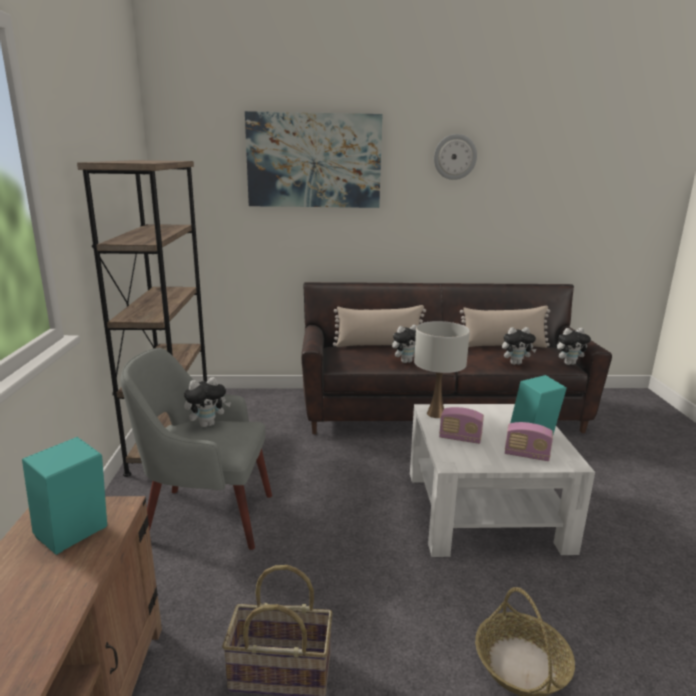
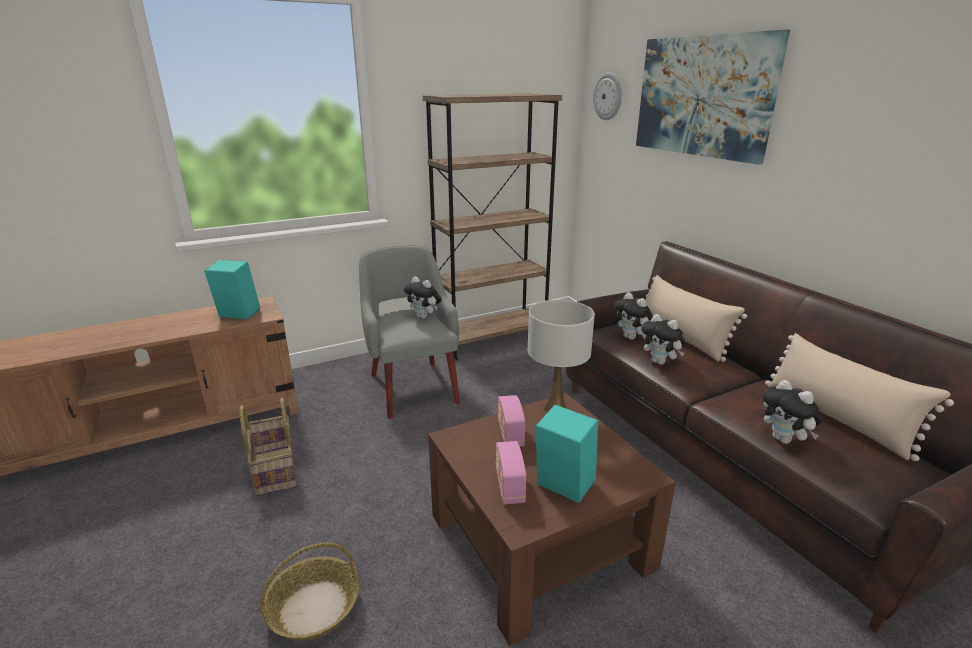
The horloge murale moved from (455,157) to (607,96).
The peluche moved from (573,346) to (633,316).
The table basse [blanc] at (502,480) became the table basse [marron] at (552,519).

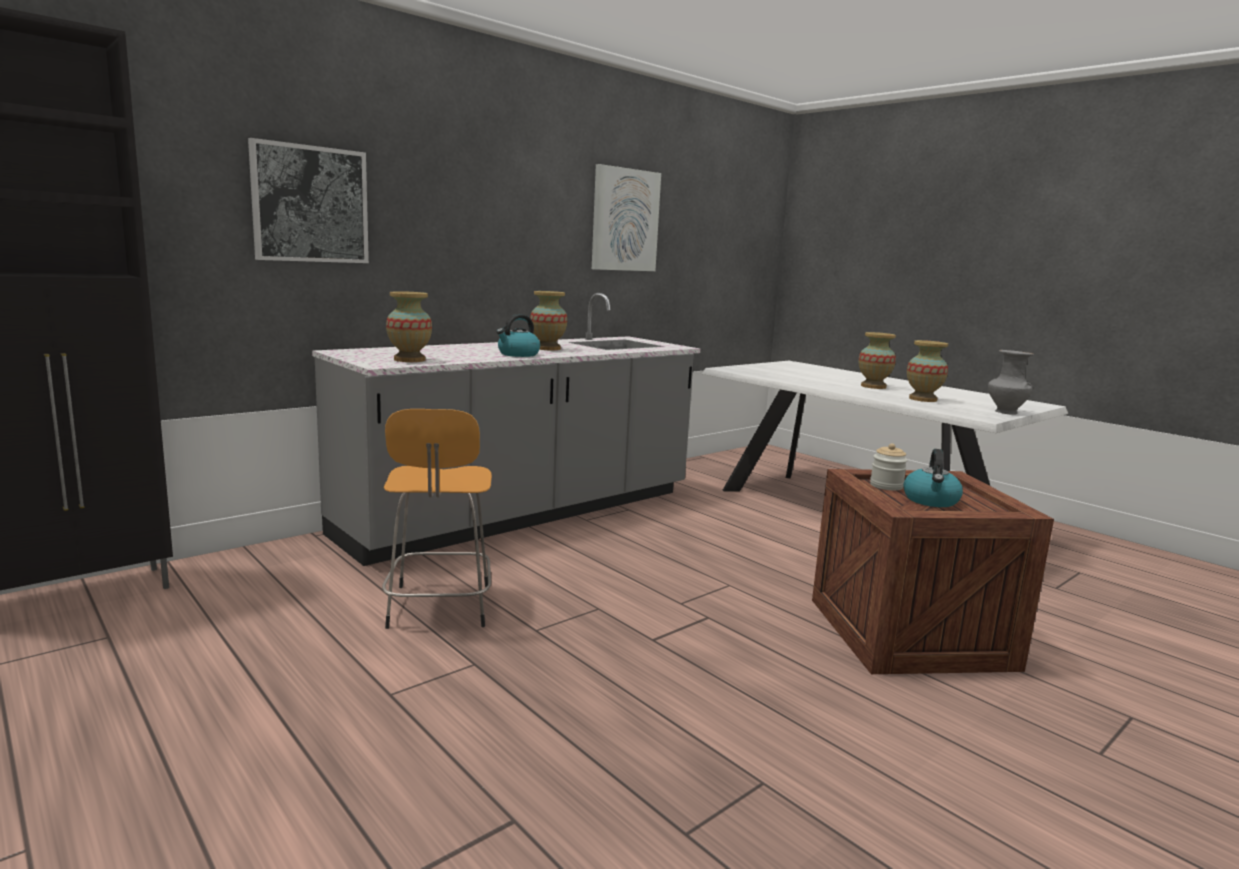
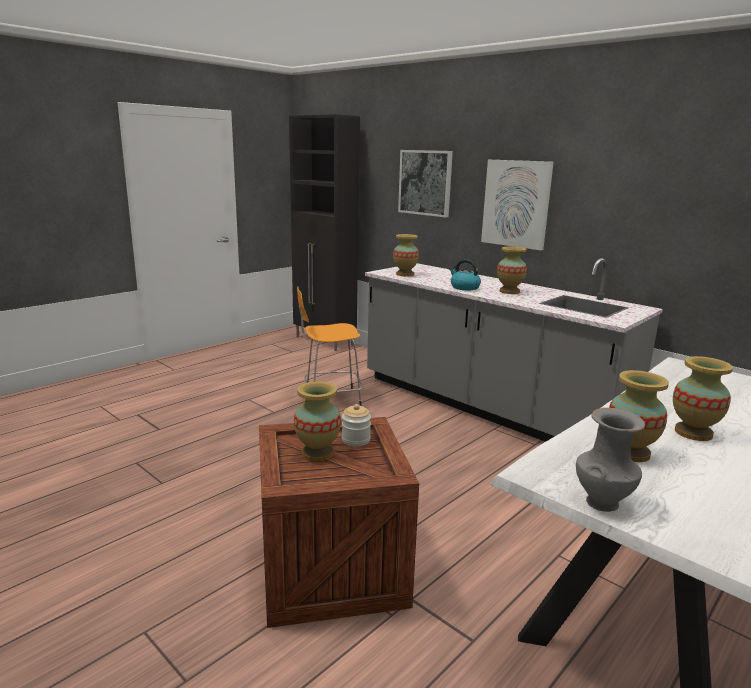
The tableau moved from (626,217) to (517,205).
The bouilloire at (933,478) was replaced by the vase at (317,422).

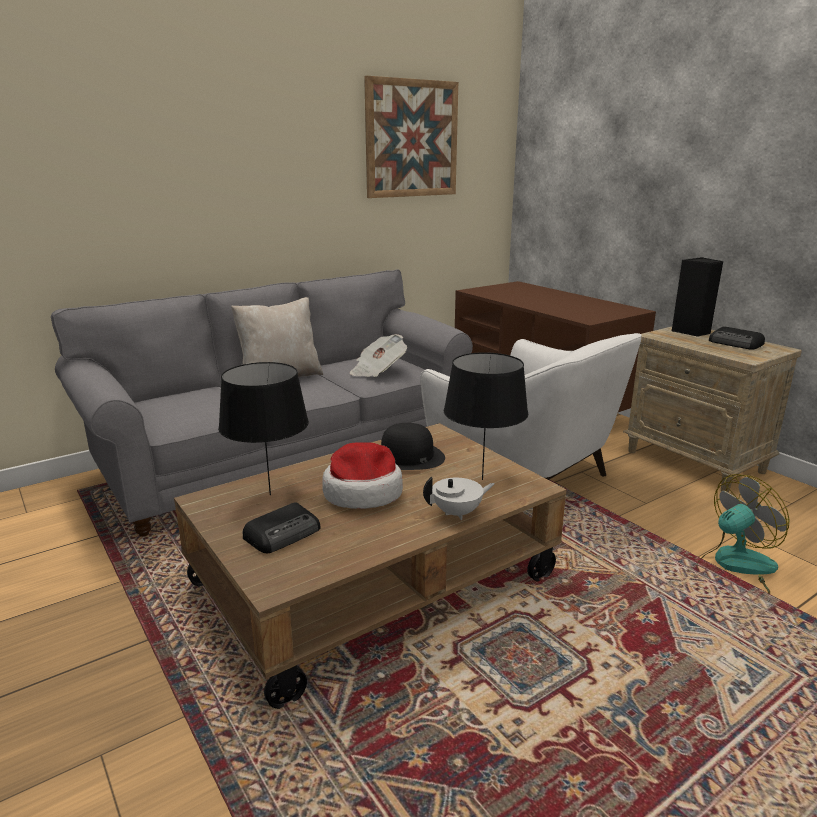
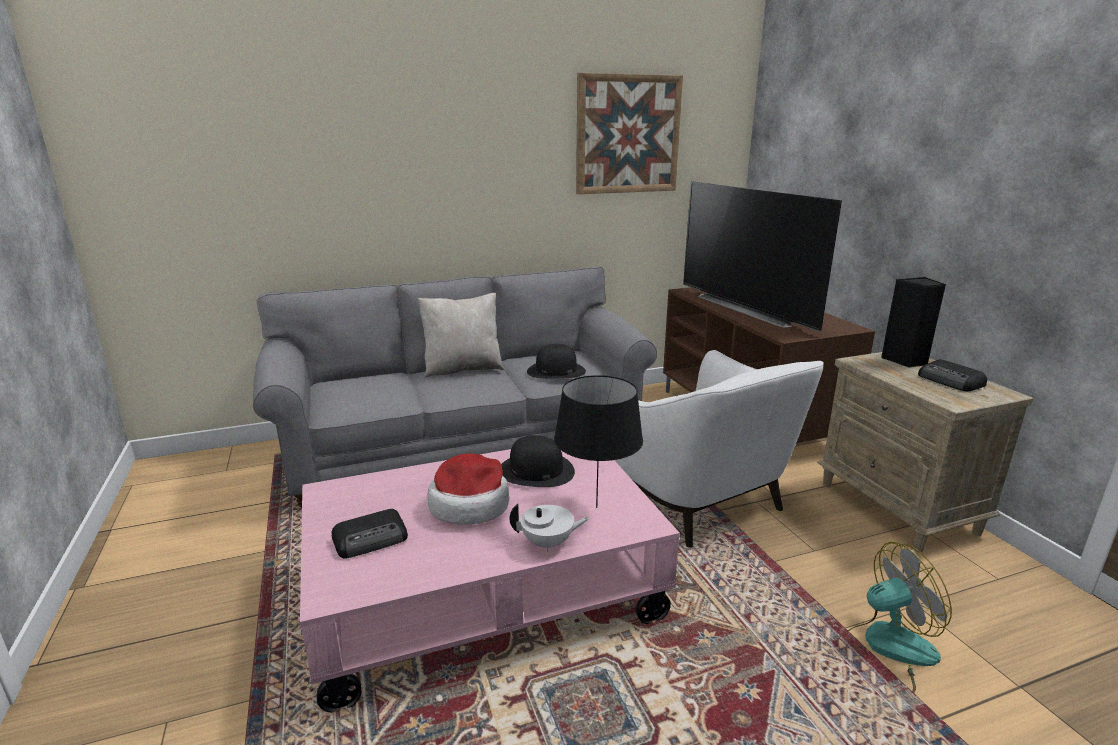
The journal at (378,355) was replaced by the chapeau [noir] at (556,361).
The lampe de table [noir] at (263,428) disappeared.
The table basse [marron] at (370,566) became the table basse [rose] at (490,581).
The téléviseur at (762,256) appeared.

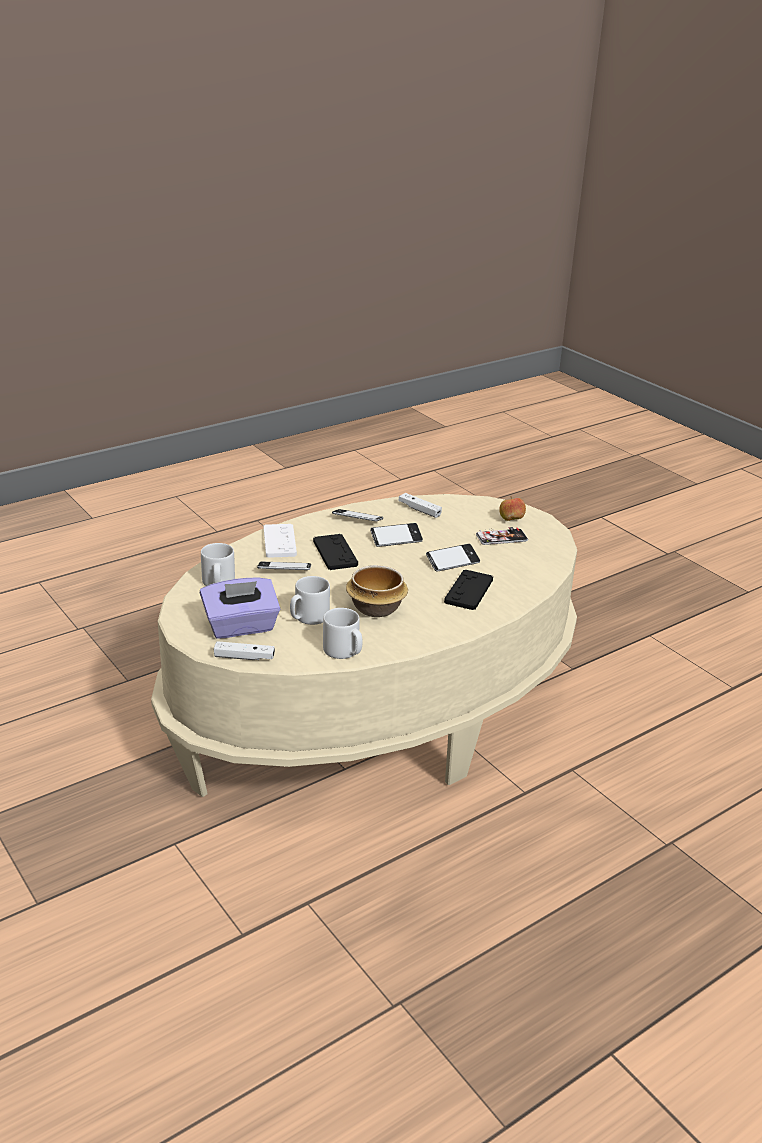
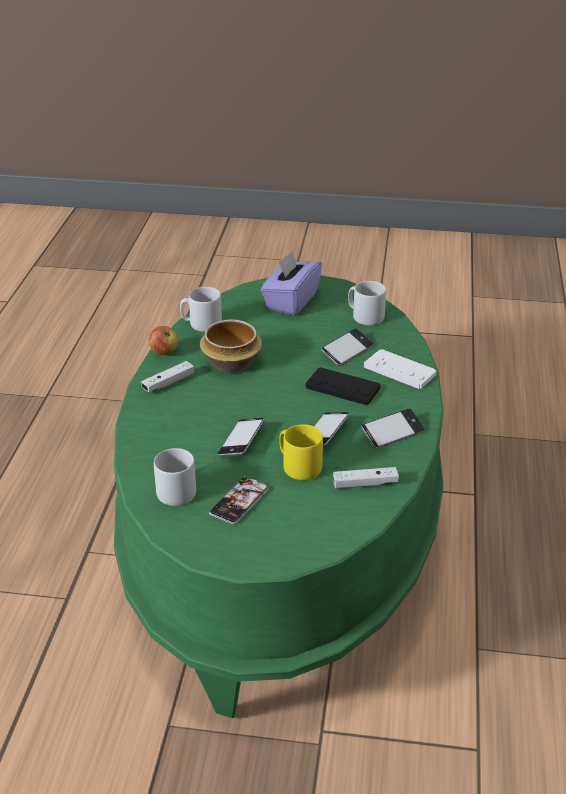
The table basse [beige] at (364,645) became the table basse [vert] at (278,496).
The pomme moved from (512,508) to (163,340).
The manette [noir] at (468,589) disappeared.
The mug [gris] moved from (310,600) to (175,477).
The manette [blanc] moved from (244,650) to (167,376).
The mug [jaune] at (301,452) appeared.

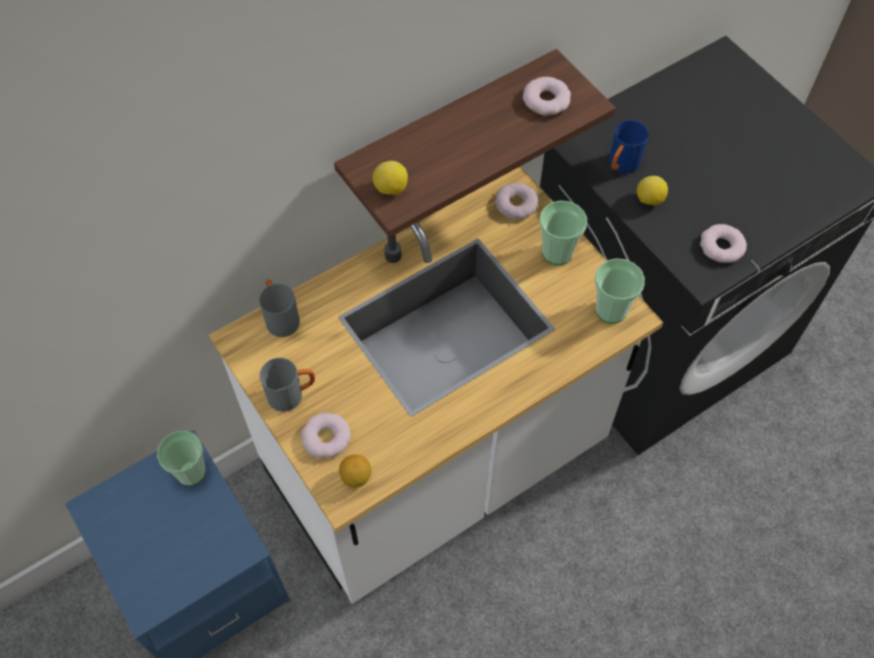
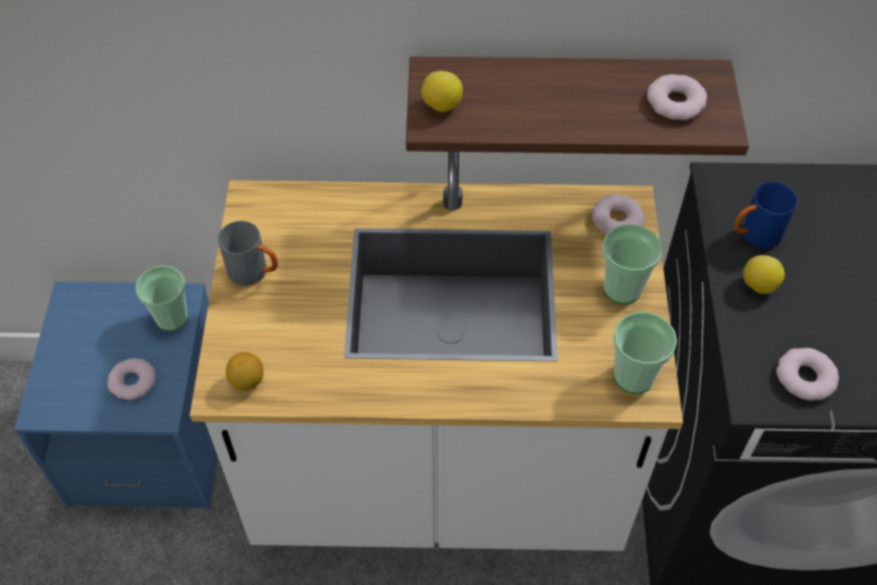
The mug [gris] at (279,308) disappeared.
The beignet moved from (326,435) to (131,379).

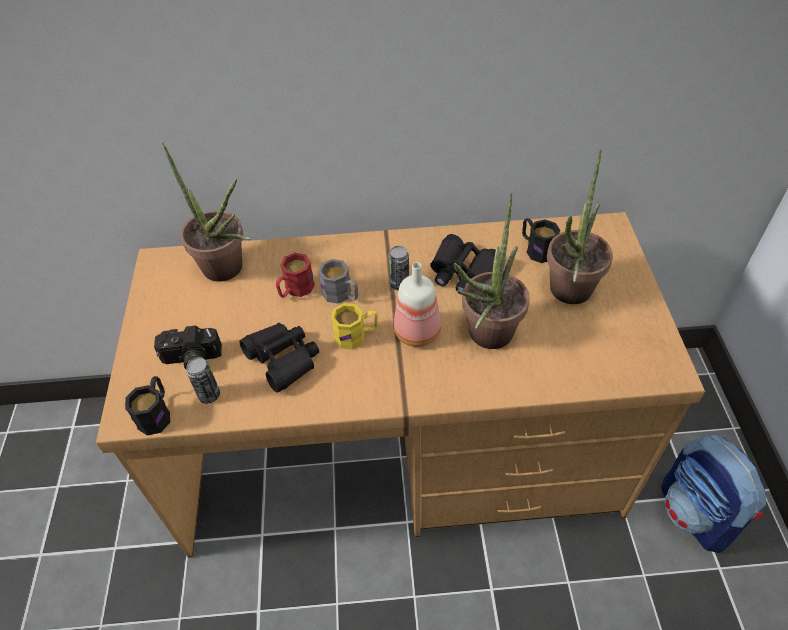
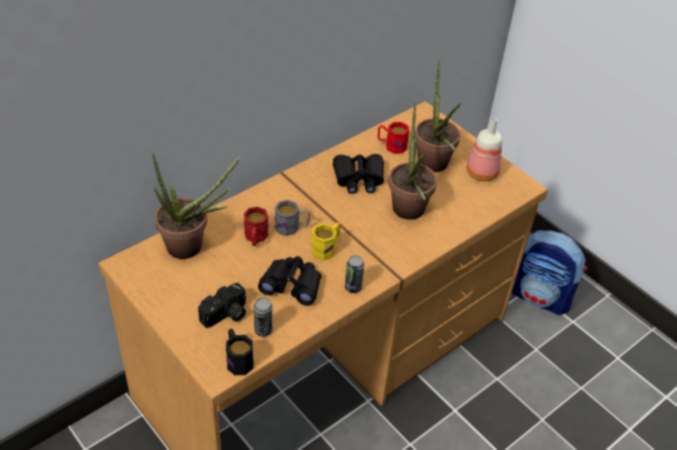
The mug [noir] at (541,240) became the mug [rouge] at (394,138).
The boîte métallique moved from (399,268) to (354,274).
The bouteille moved from (417,304) to (484,149).

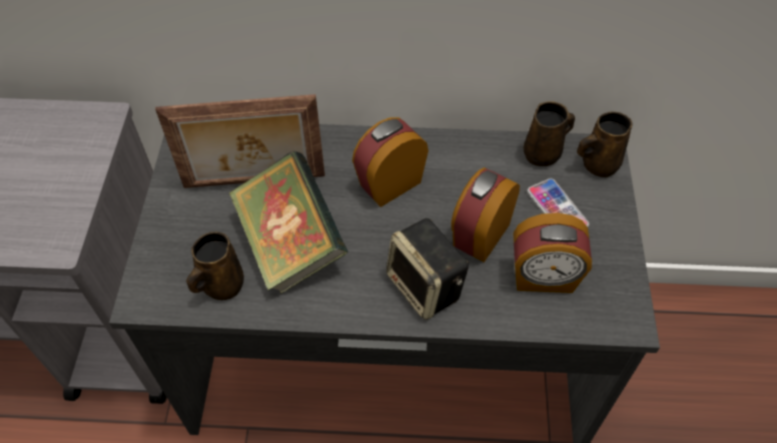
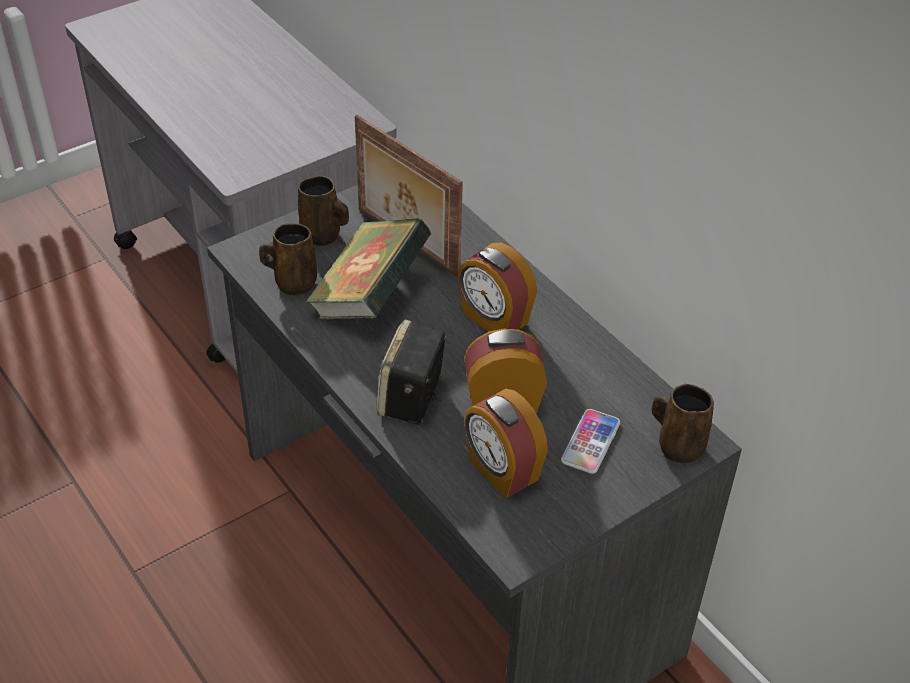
The mug [marron] moved from (549,133) to (323,210).
The réveil at (390,162) turned 150 degrees counterclockwise.

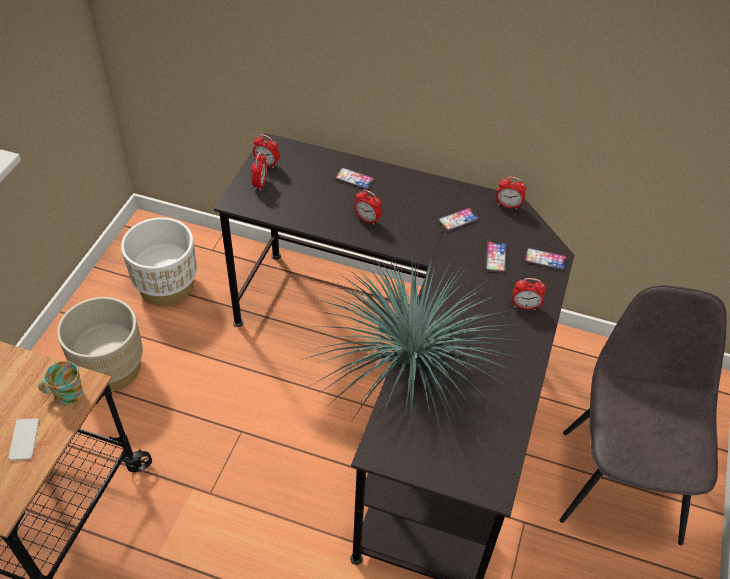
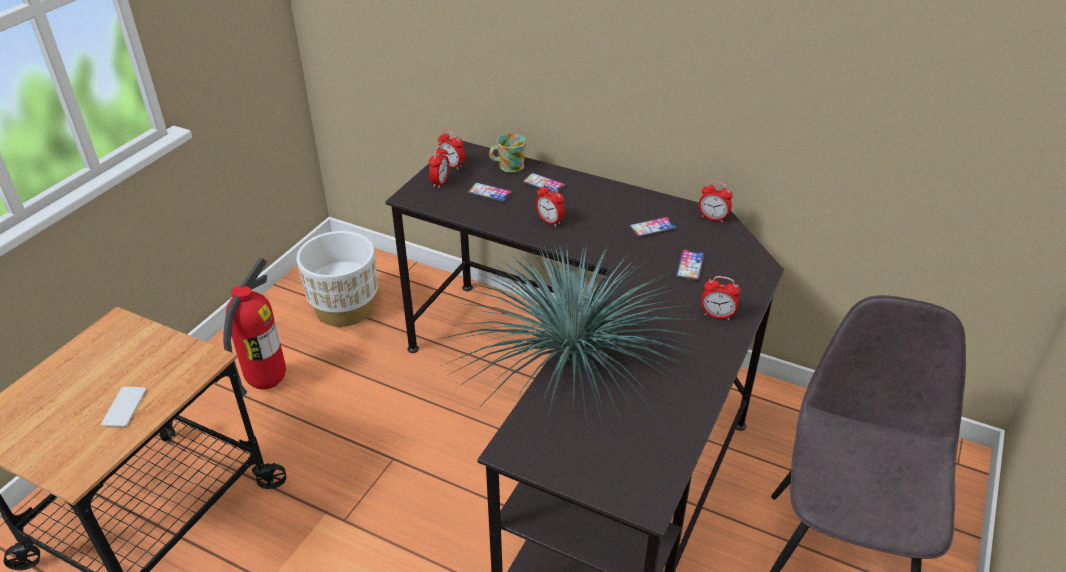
The téléphone moved from (546,259) to (490,192).
The cache-pot [beige] at (100,344) was replaced by the extincteur at (254,327).
The mug moved from (60,383) to (507,153).

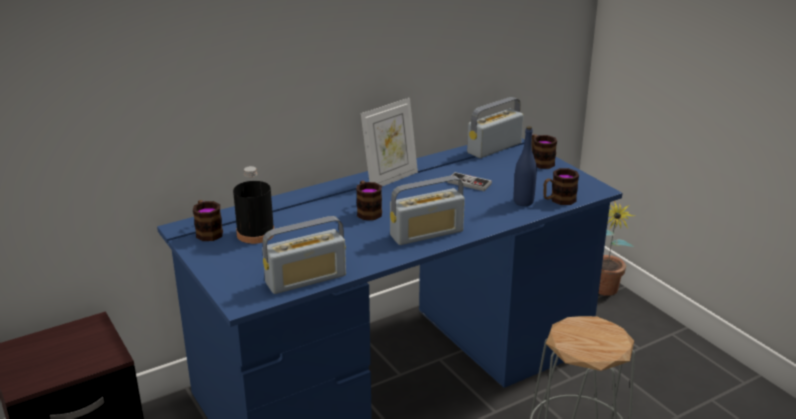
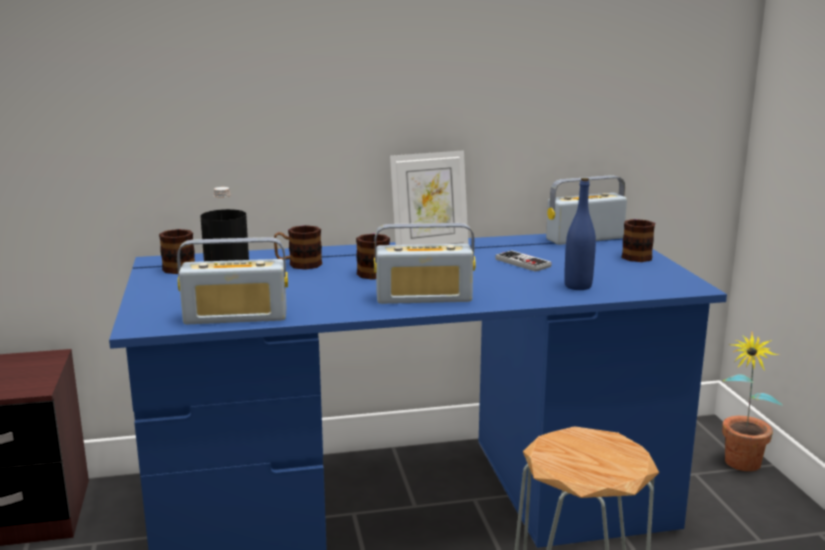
The mug moved from (561,186) to (298,247).

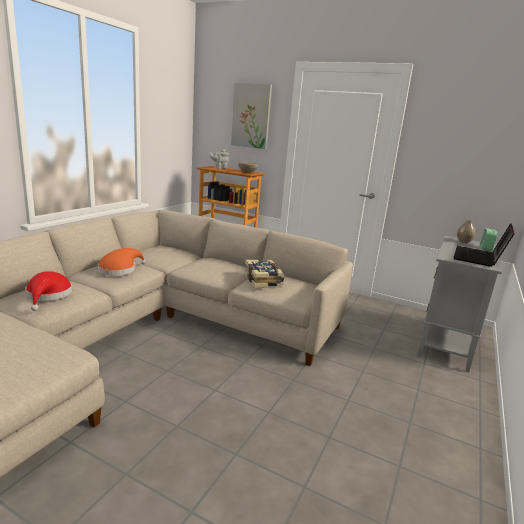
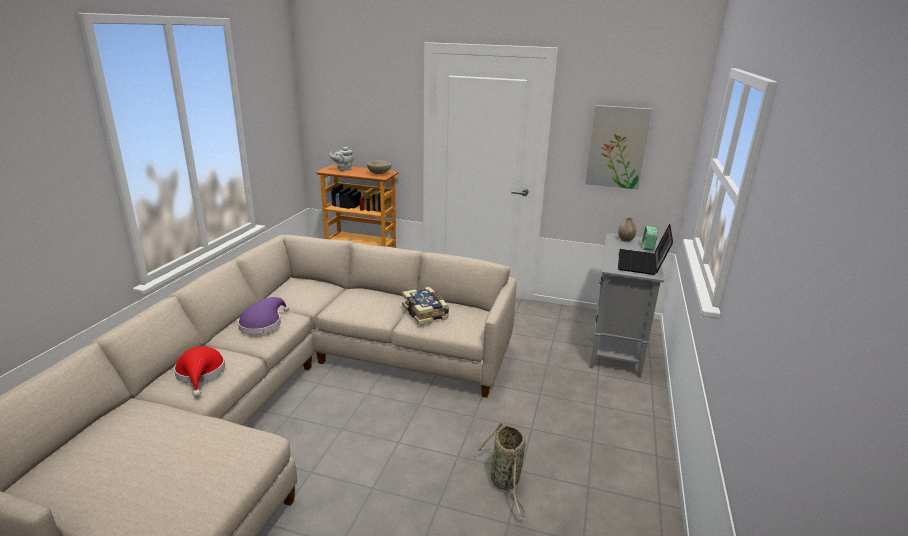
The tableau moved from (251,116) to (618,147).
The chapeau [orange] at (122,262) became the chapeau [violet] at (263,316).
The panier at (501,469) appeared.

